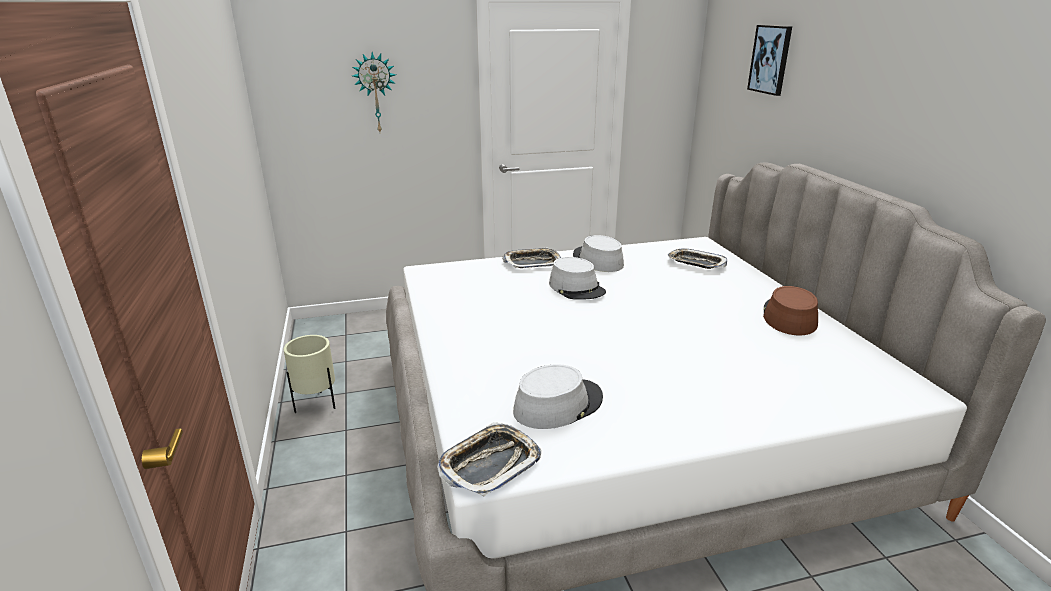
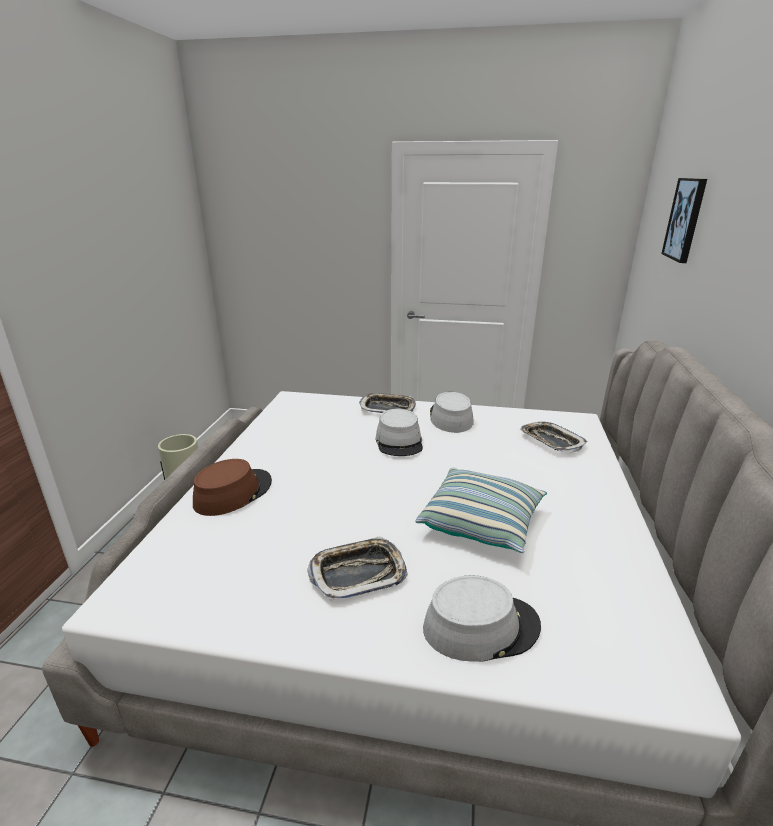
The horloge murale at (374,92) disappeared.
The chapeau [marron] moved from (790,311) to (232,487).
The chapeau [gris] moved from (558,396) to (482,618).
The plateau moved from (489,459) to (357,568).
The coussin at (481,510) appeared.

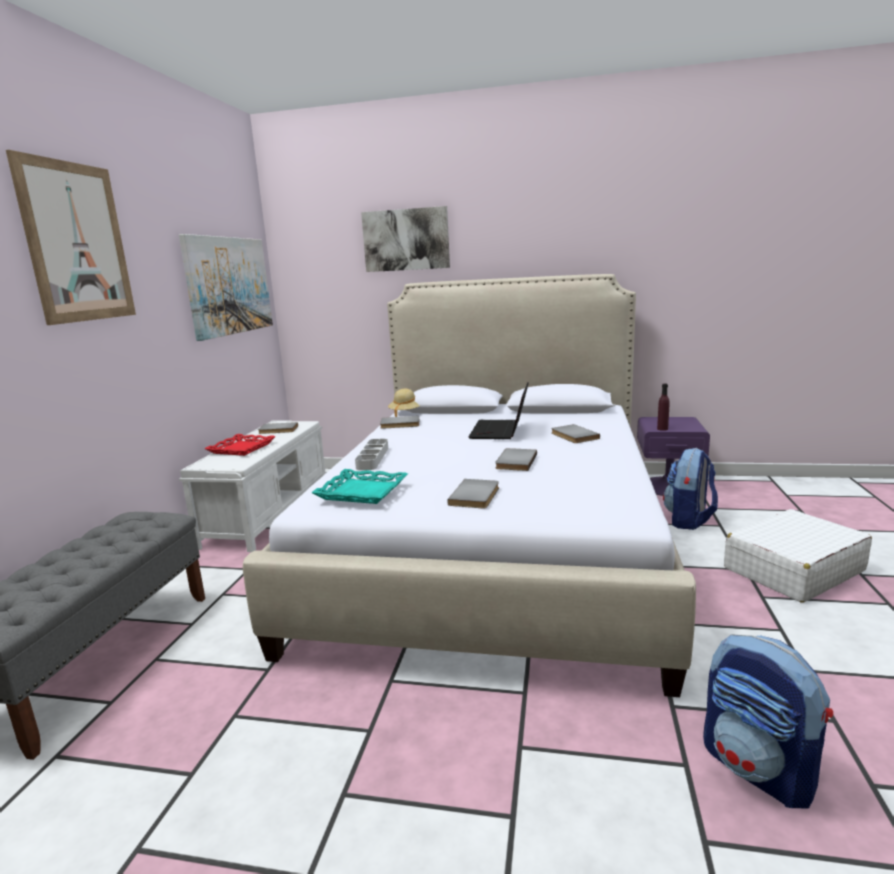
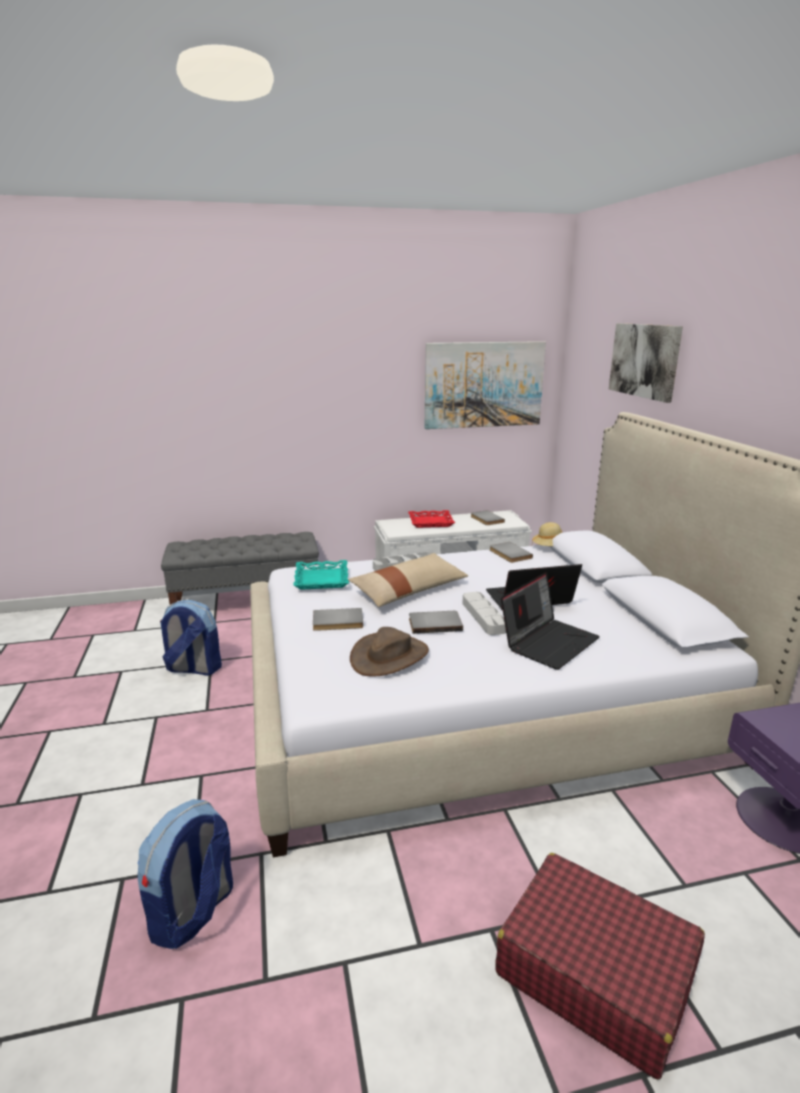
The tableau at (71,237) disappeared.
The bouteille [violet] at (663,407) disappeared.
The livre [gris] at (575,433) was replaced by the ordinateur portable at (550,621).
The sac à dos moved from (690,489) to (191,638).
The valise [blanc] at (798,556) became the valise [rouge] at (600,966).
The coussin [beige] at (408,580) appeared.
The plateau [gris] at (484,613) appeared.
The chapeau [marron] at (389,652) appeared.

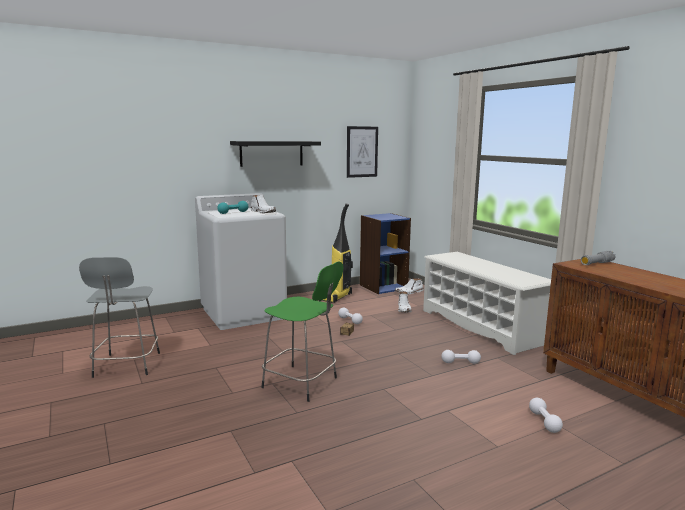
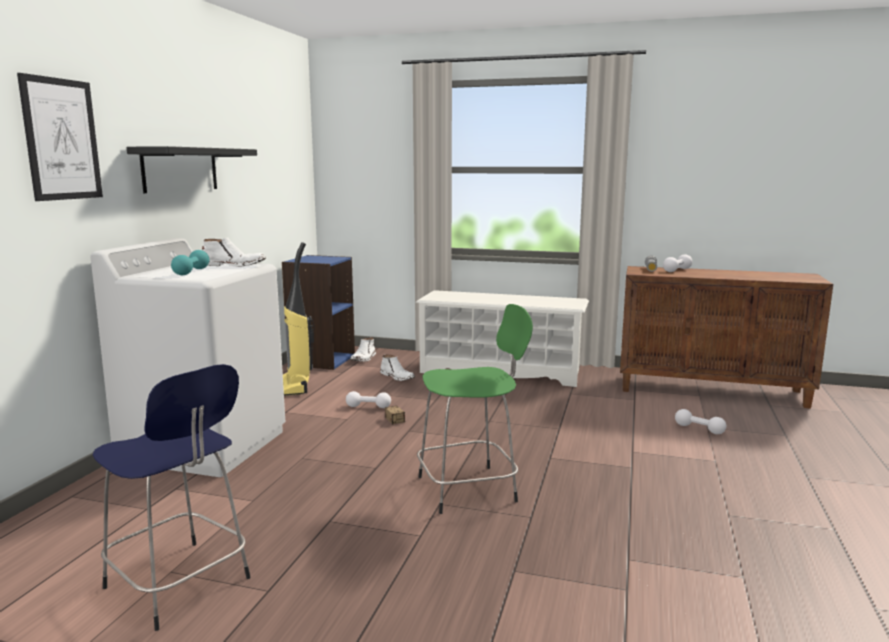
The tableau moved from (362,152) to (60,137).
The tabouret [gris] at (119,317) became the tabouret [bleu] at (171,497).
The haltère [blanc] moved from (461,357) to (677,263).

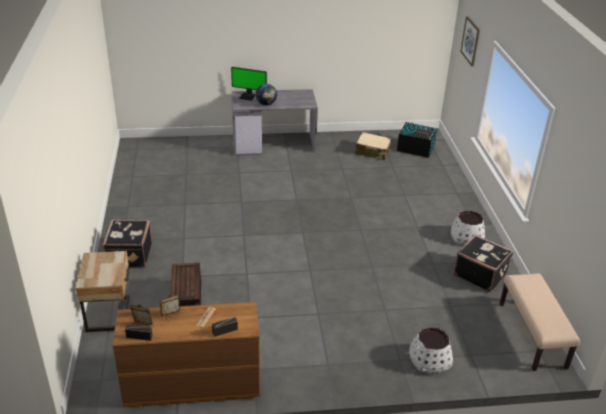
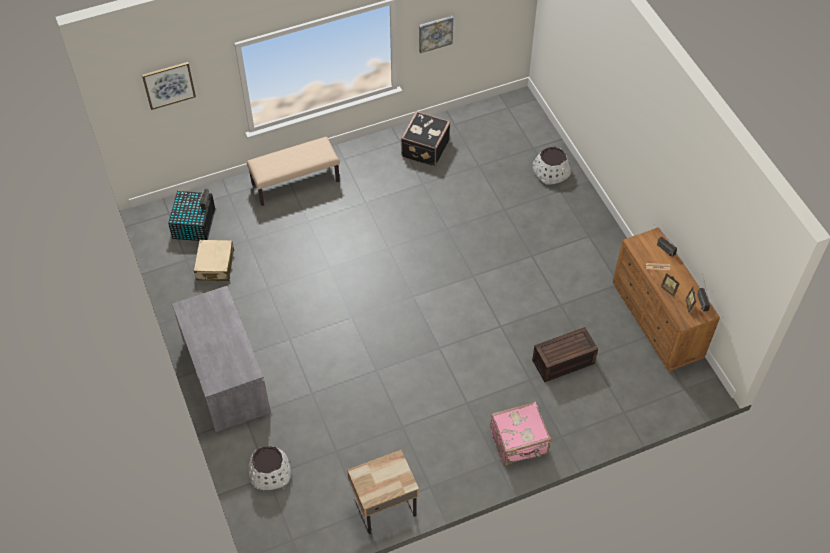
The écran d'ordinateur at (249,84) disappeared.
The globe at (266,94) disappeared.
The cache-pot [blanc] moved from (468,228) to (270,468).
The valise [noir] at (127,244) became the valise [rose] at (520,434).
The table de chevet [beige] moved from (103,291) to (383,492).
The banc [beige] moved from (540,322) to (293,171).
The tableau at (436,34) appeared.

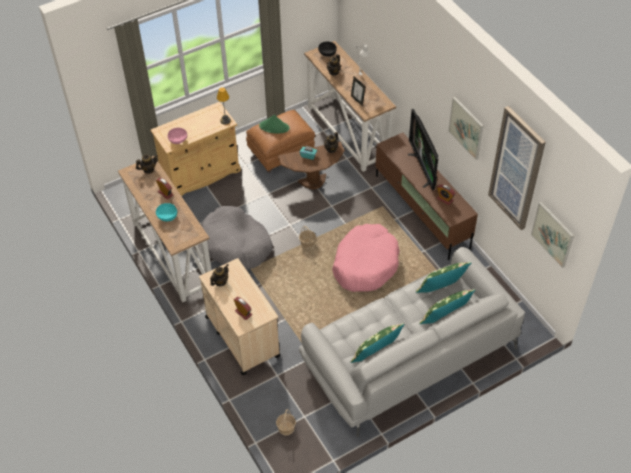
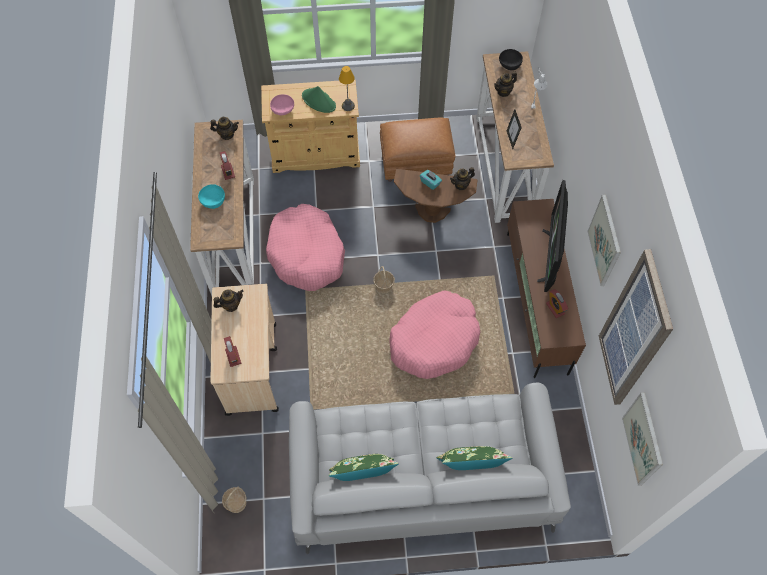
The chapeau [vert] moved from (274,124) to (319,99).
The panier pour chien [gris] at (237,237) became the panier pour chien [rose] at (305,247).
The coussin [vert] at (444,277) disappeared.

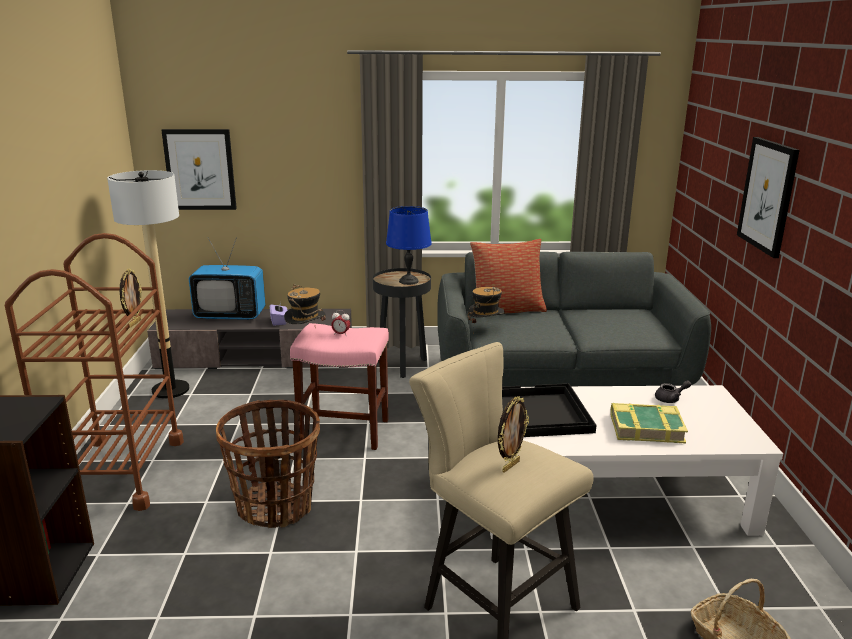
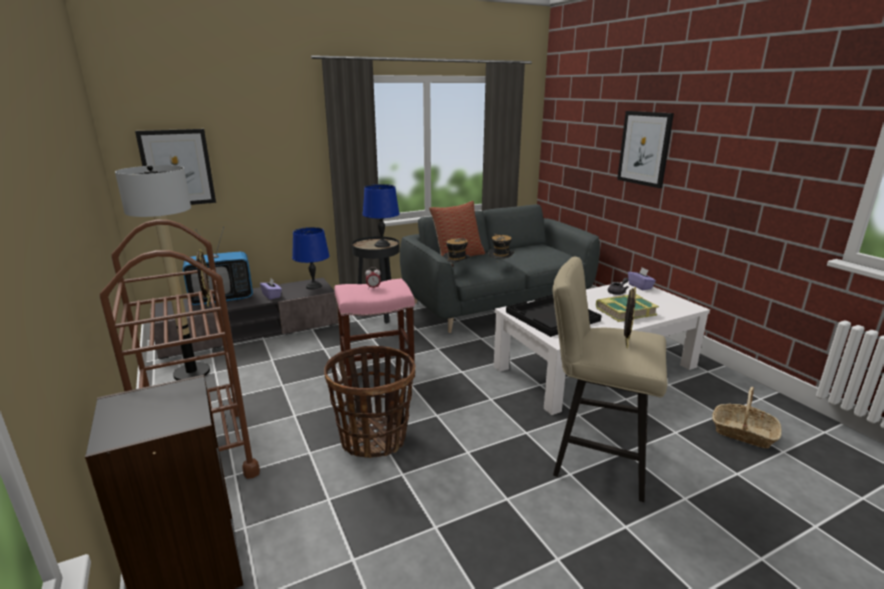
The chapeau moved from (305,304) to (501,246).
The lampe de table [bleu] at (311,258) appeared.
The boîte à mouchoirs [violet] at (642,278) appeared.

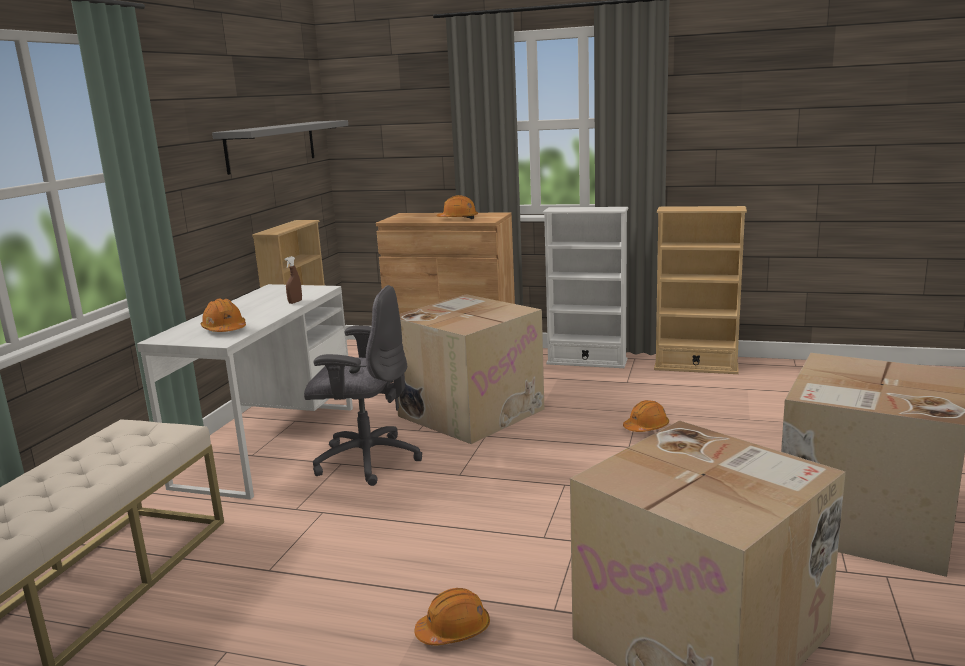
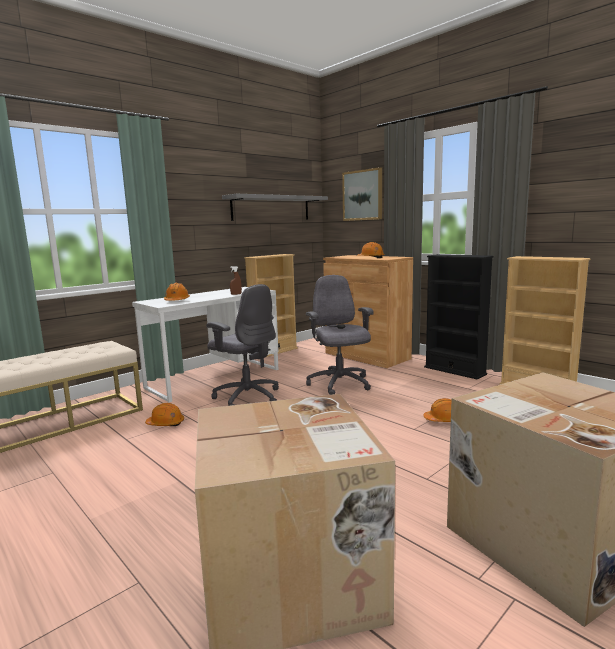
The bibliothèque [blanc] at (585,287) became the bibliothèque [noir] at (459,317).
The carton at (471,369) was replaced by the chaise de bureau [gris] at (340,335).
The casque de chantier [orange] moved from (452,616) to (164,414).
The tableau at (362,194) appeared.

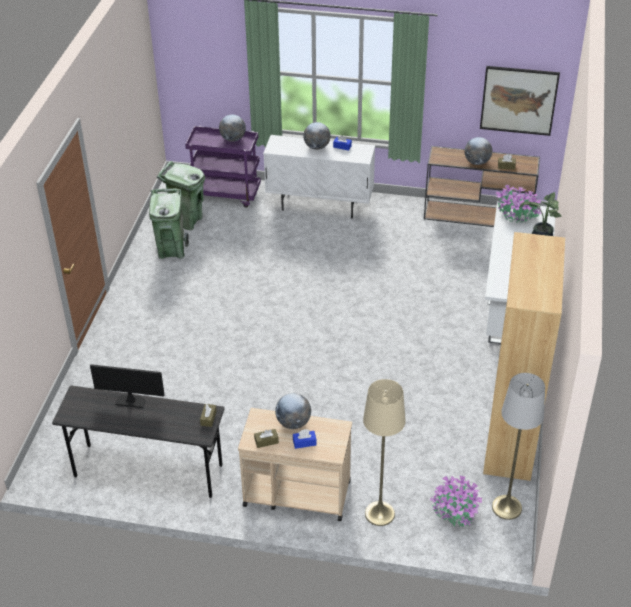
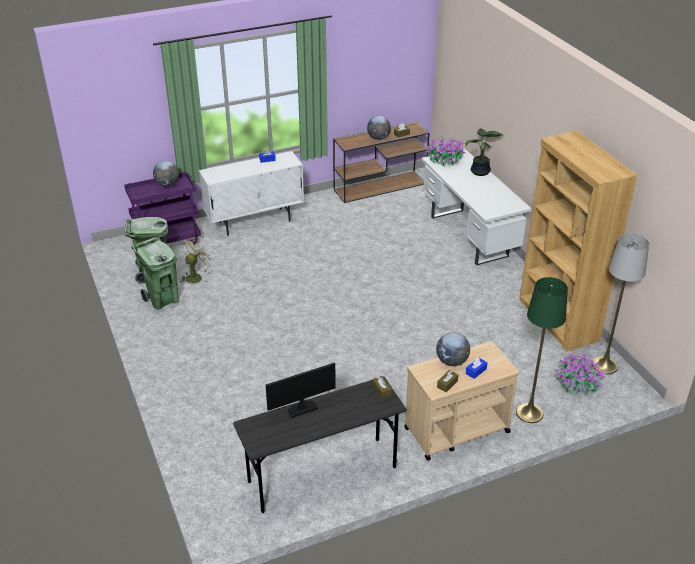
The tableau at (520,101) disappeared.
The globe at (317,136) disappeared.
The lampadaire [beige] at (384,452) became the lampadaire [vert] at (542,350).
The ventilateur [vert] at (196,261) appeared.

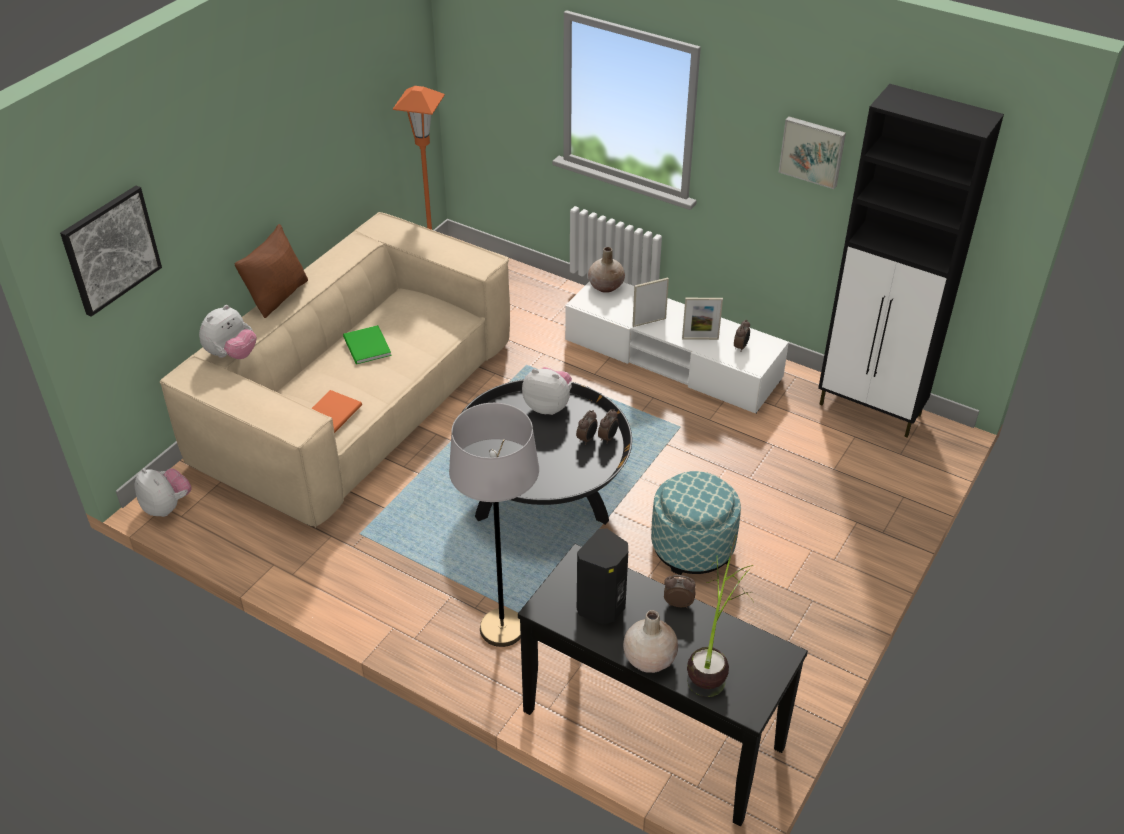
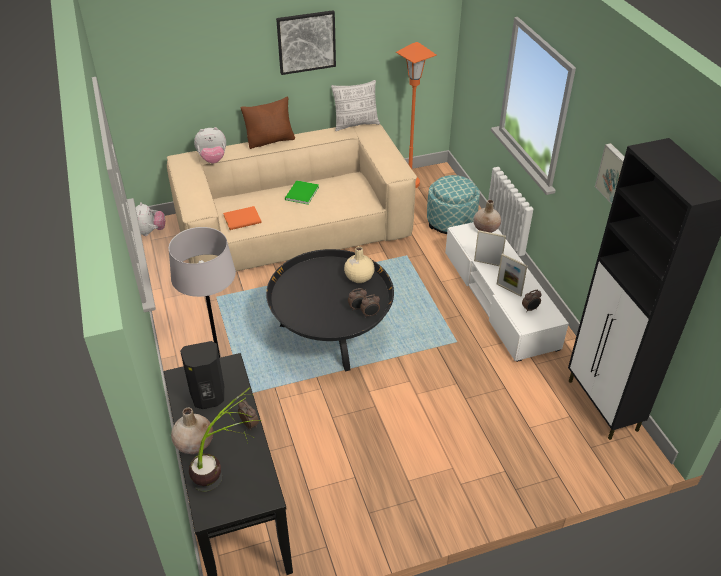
The tableau moved from (111,251) to (306,42).
The peluche at (547,391) was replaced by the vase [beige] at (359,264).
The pouf moved from (696,523) to (453,204).
The coussin at (355,105) appeared.

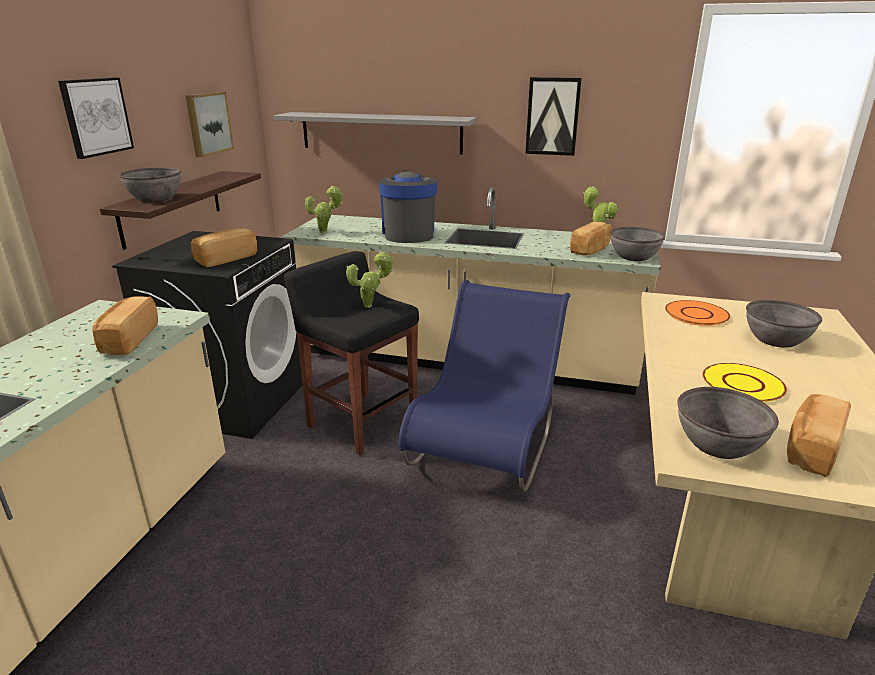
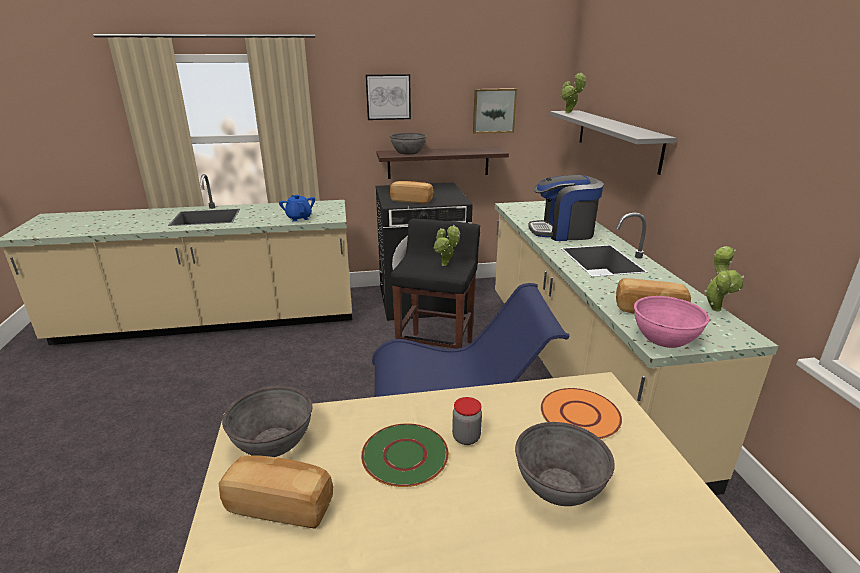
The tableau at (553,116) disappeared.
The machine à café at (408,207) turned 150 degrees counterclockwise.
The plante en pot moved from (324,209) to (573,92).
The bol [gris] at (637,244) became the bol [rose] at (672,322).
The pain at (125,325) was replaced by the théière [bleu] at (297,208).
The assiette [jaune] at (745,382) became the assiette [vert] at (405,455).
The bocal at (467,421) appeared.

